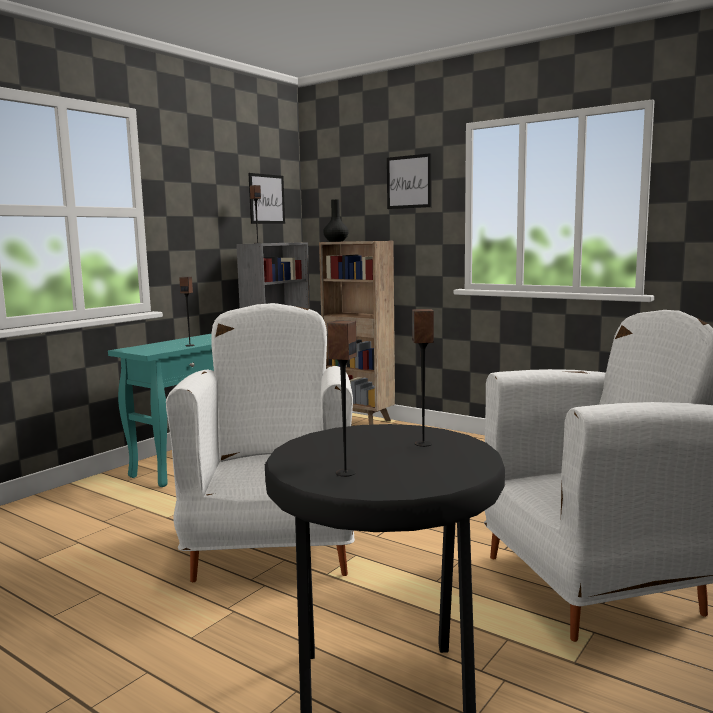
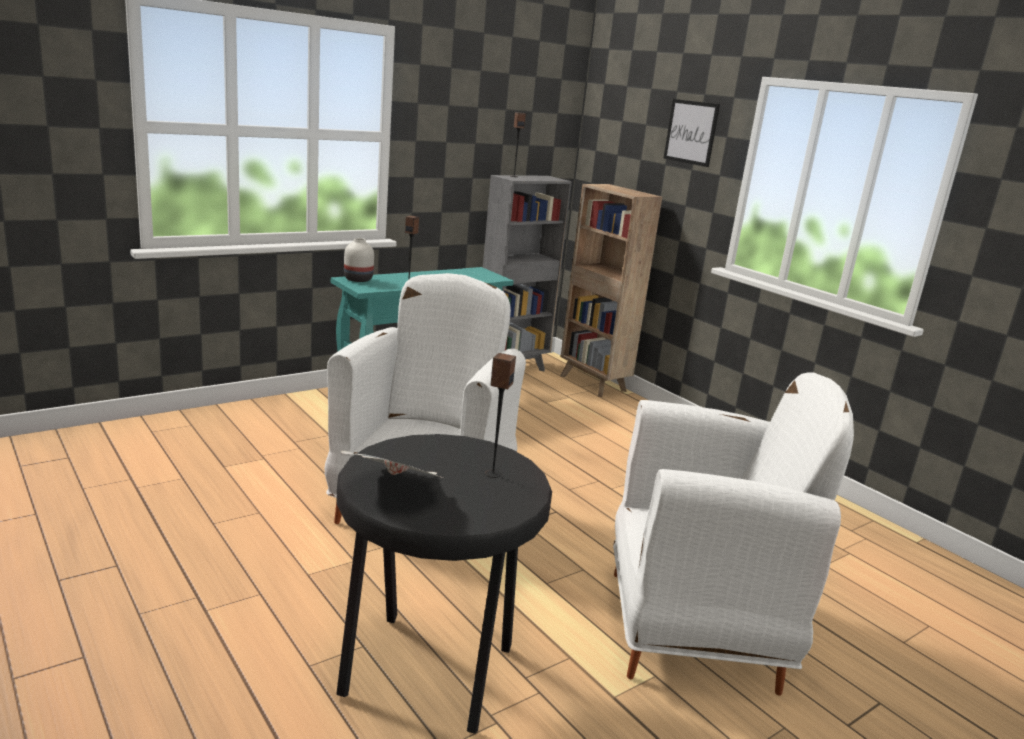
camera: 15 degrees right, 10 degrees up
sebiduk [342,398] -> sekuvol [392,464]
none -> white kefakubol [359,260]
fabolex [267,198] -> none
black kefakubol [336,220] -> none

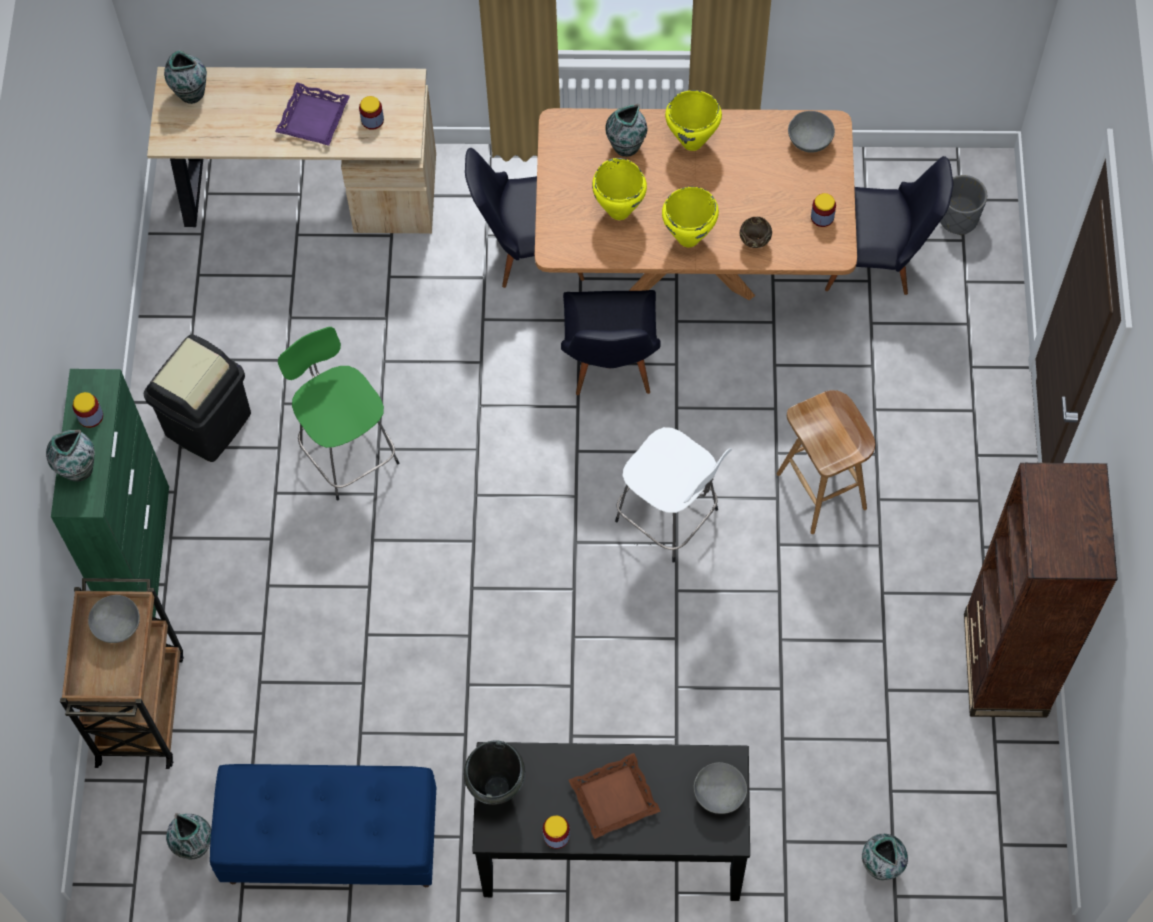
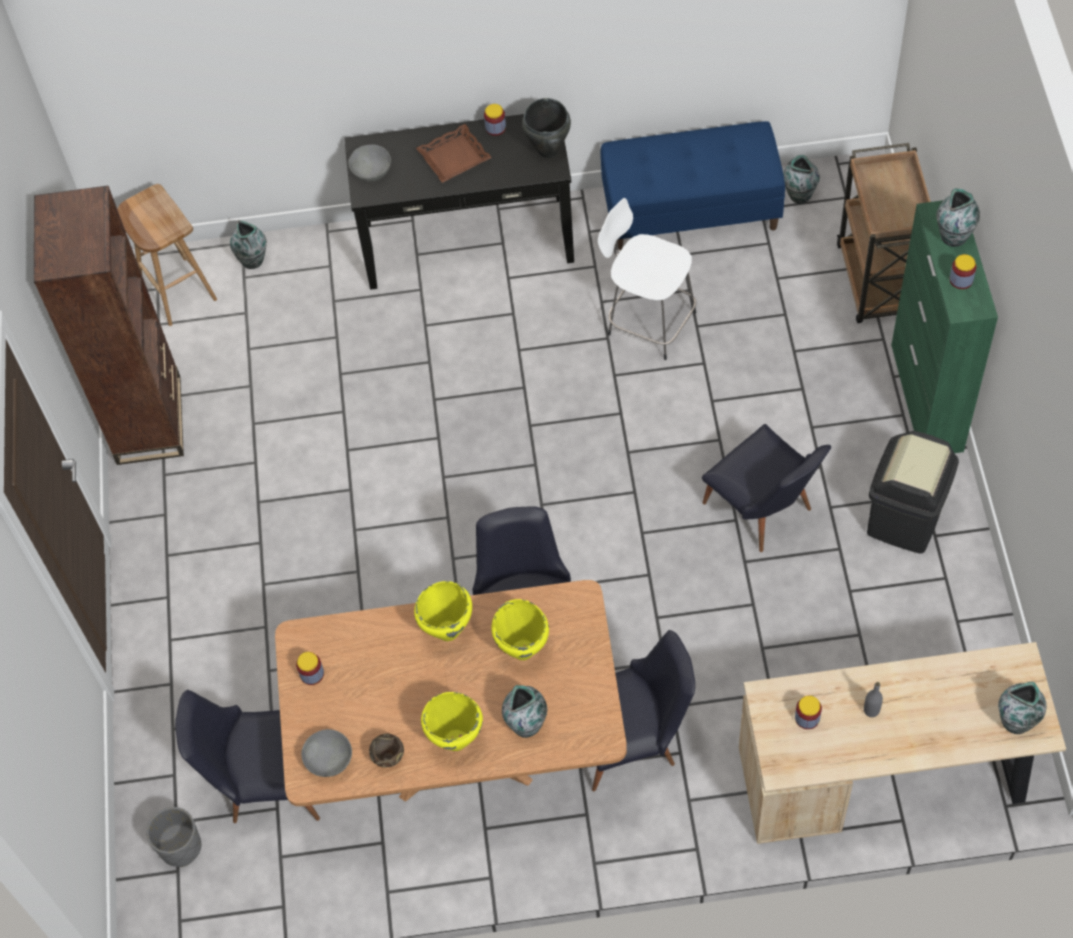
camera: 175 degrees right, 5 degrees down
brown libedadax [826,462] -> brown libedadax [167,255], shifted
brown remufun [755,232] -> brown remufun [386,751], shifted
white libedadax [673,495] -> white libedadax [647,279], shifted
green libedadax [338,414] -> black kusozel [766,488]
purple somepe [312,114] -> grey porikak [873,699]
grey remufun [114,619] -> none

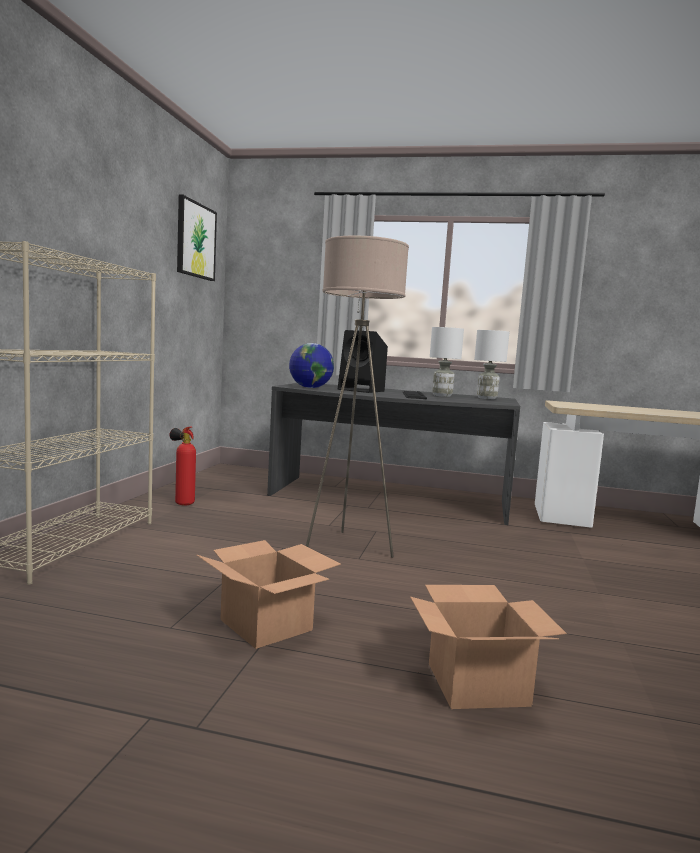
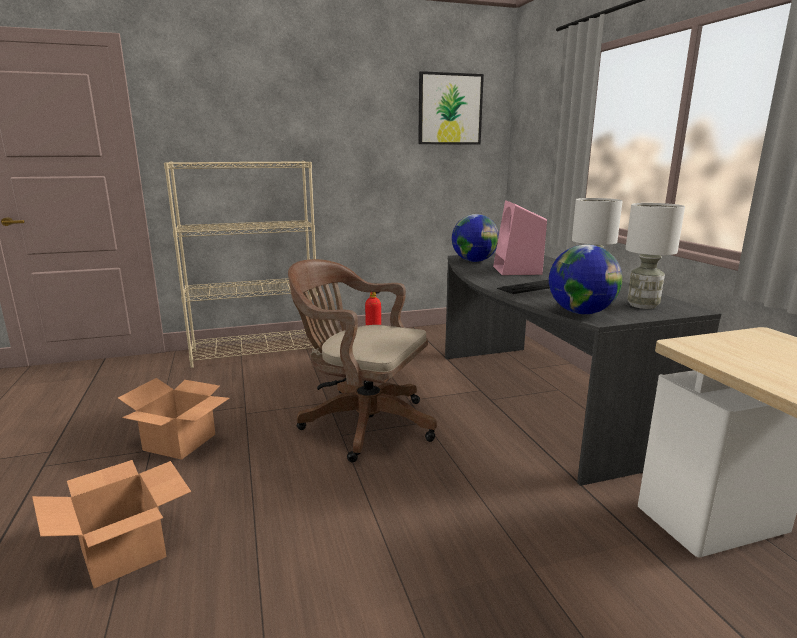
camera: 60 degrees right, 10 degrees up
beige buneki [357,397] -> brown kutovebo [362,360]
black sebiduk [363,361] -> pink sebiduk [520,237]
none -> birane [585,279]

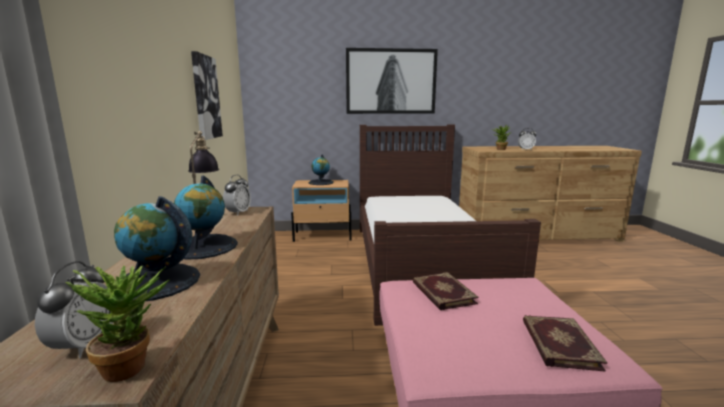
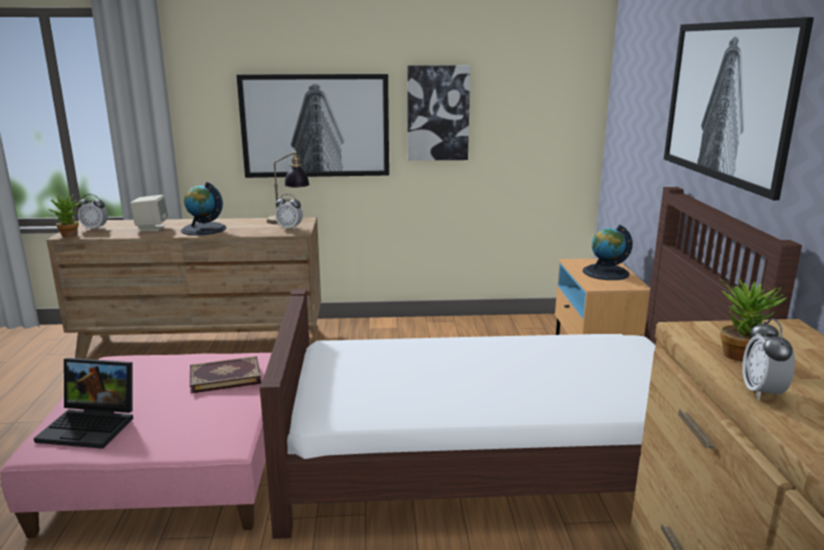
camera: 90 degrees right, 5 degrees up
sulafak [565,343] -> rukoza [83,403]
birane [157,248] -> beige sebiduk [149,213]
none -> fabolex [313,126]

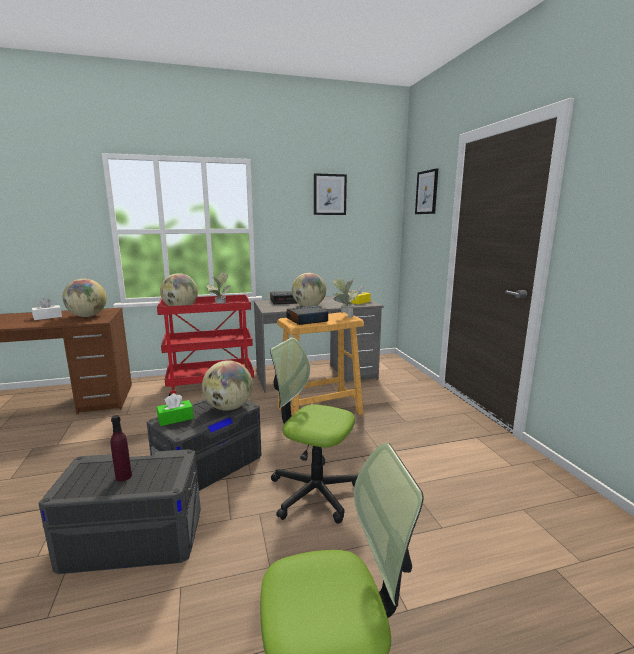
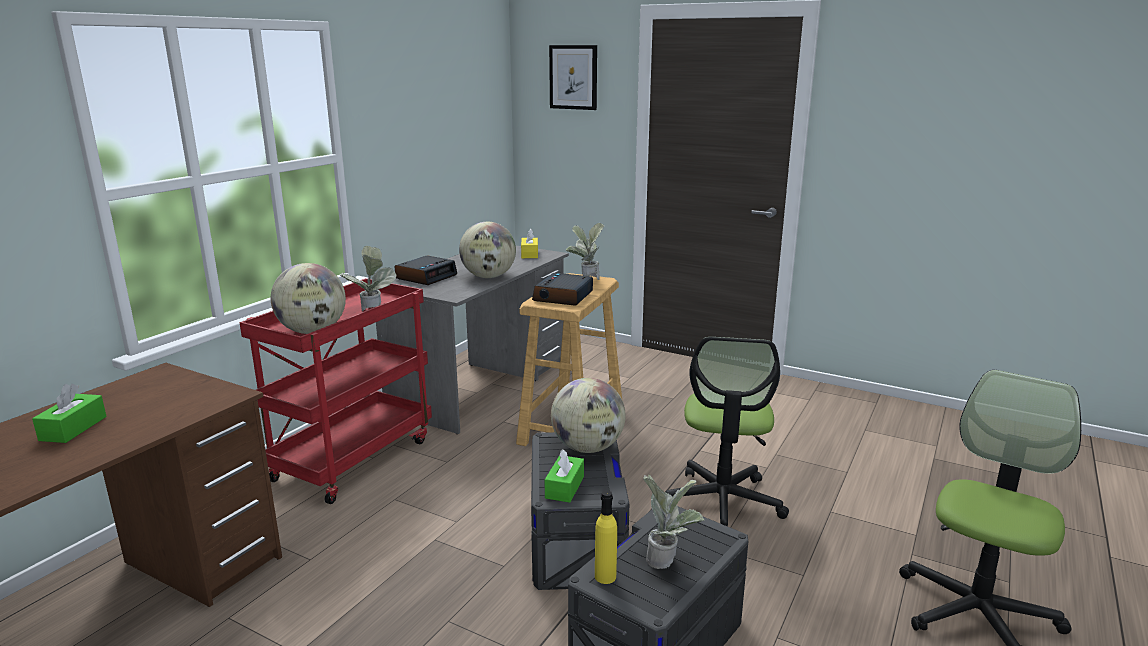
camera: 45 degrees left, 5 degrees up
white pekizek [47,309] -> green pekizek [69,413]
none -> yellow porikak [606,537]
purple porikak [121,448] -> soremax [673,522]
kutovebo [314,430] -> kutovebo [727,431], 60 degrees counterclockwise
birane [84,298] -> none
fabolex [330,194] -> none

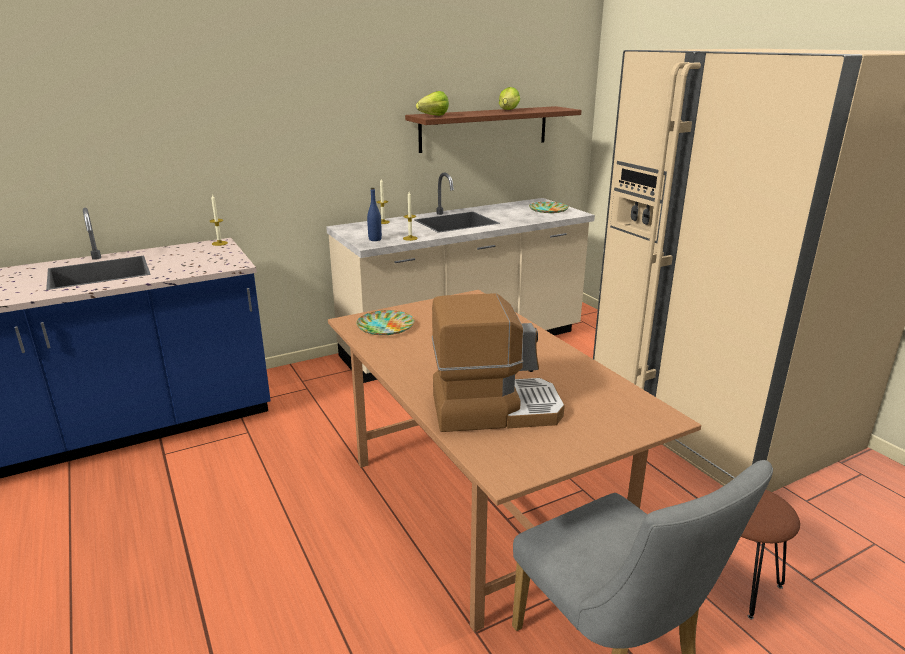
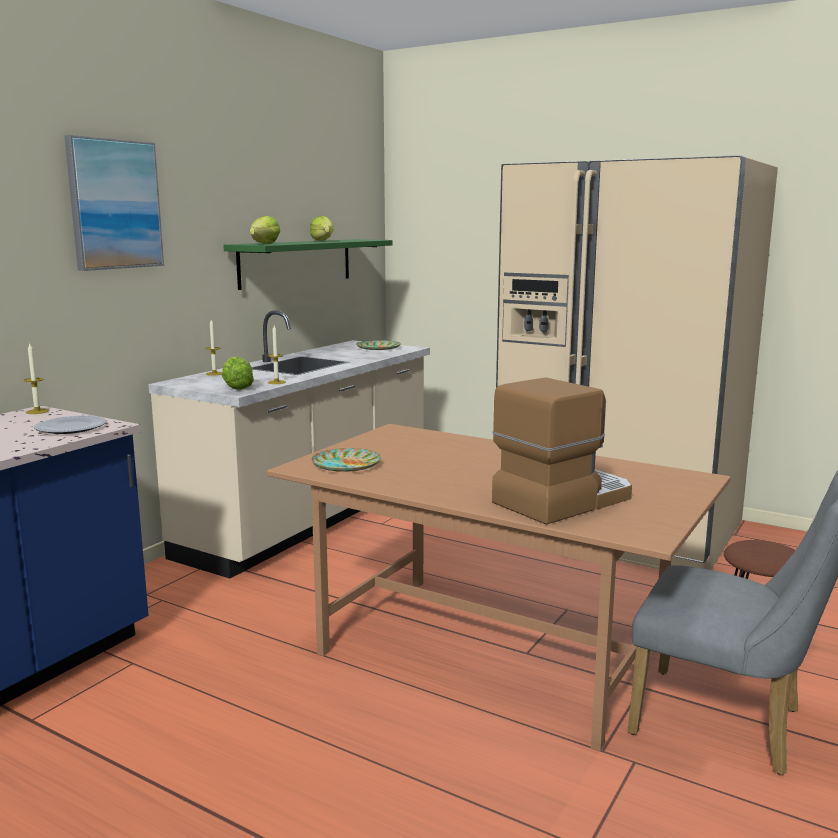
camera: 30 degrees left, 10 degrees down
none -> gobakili [70,424]
none -> fabolex [114,203]
blue porikak [374,214] -> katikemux [238,373]
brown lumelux [493,129] -> green lumelux [308,264]

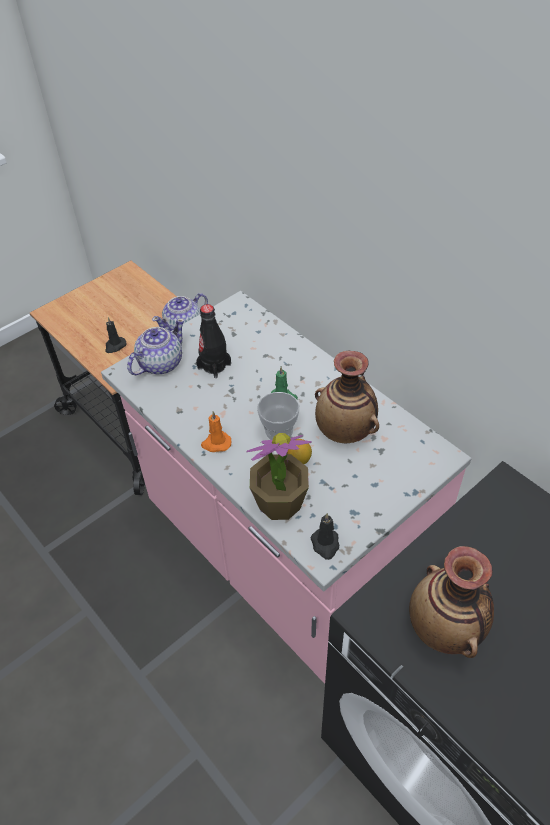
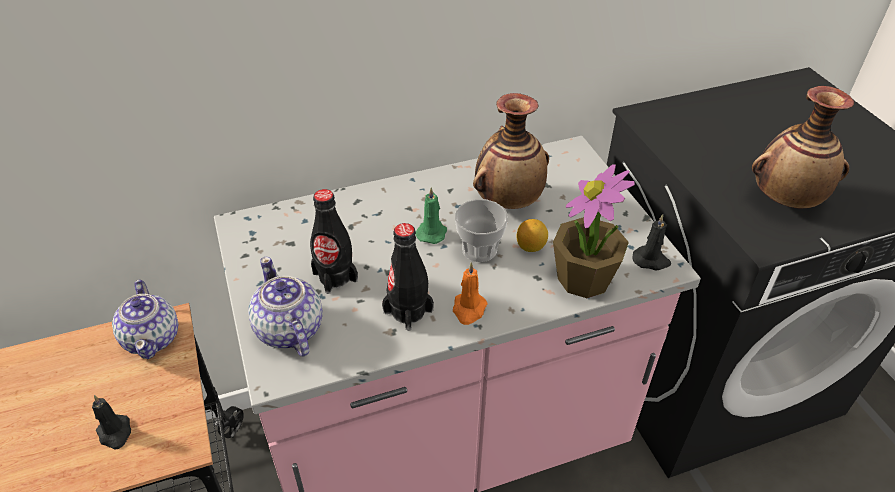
camera: 70 degrees left, 5 degrees down
none -> black porikak [408,277]

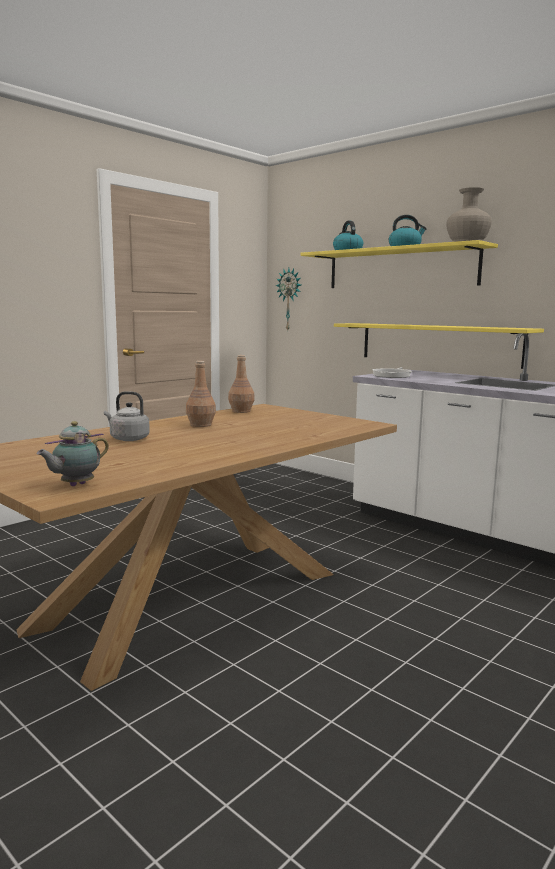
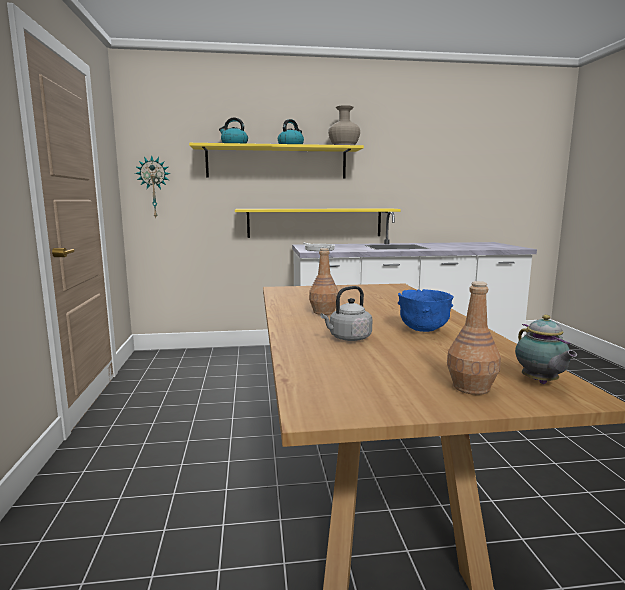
camera: 50 degrees left, 0 degrees up
none -> blue remufun [426,310]
brown porikak [241,384] -> brown porikak [474,338], shifted

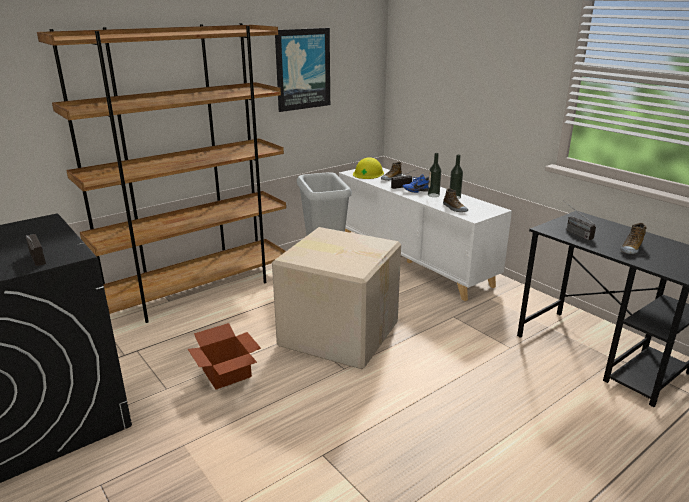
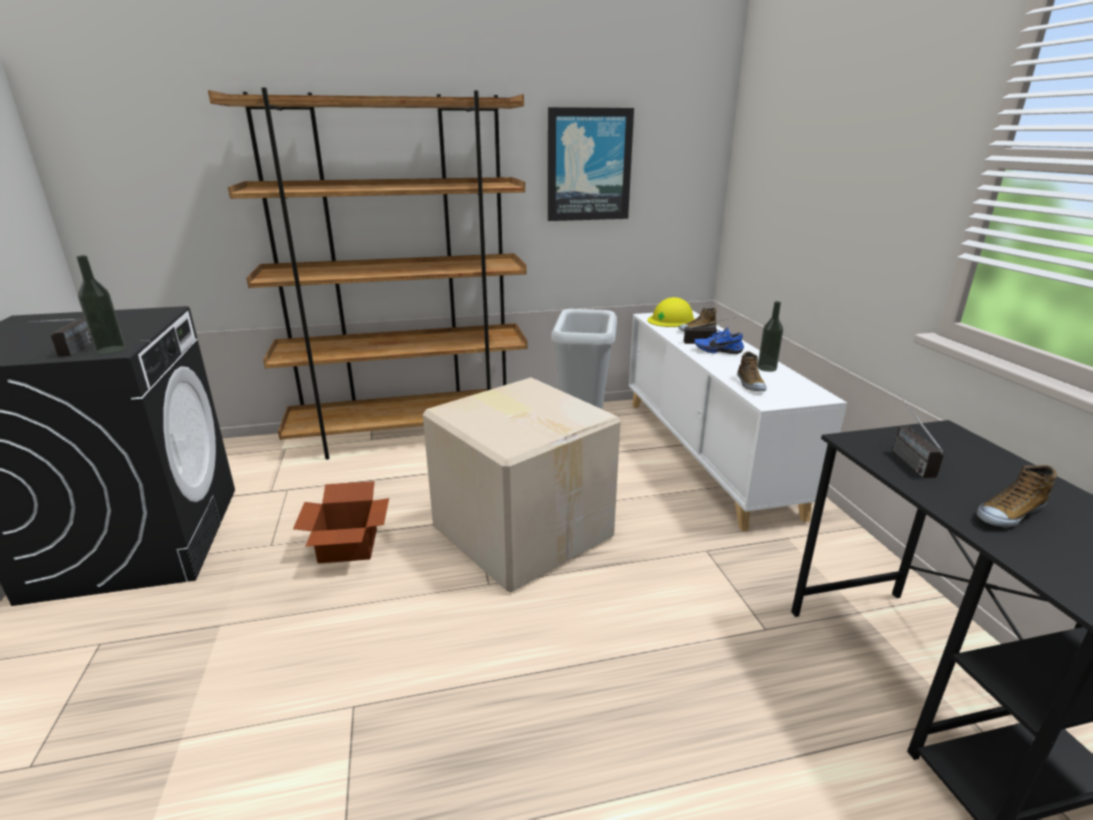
camera: 25 degrees right, 0 degrees up
porikak [434,175] -> porikak [101,304], shifted

